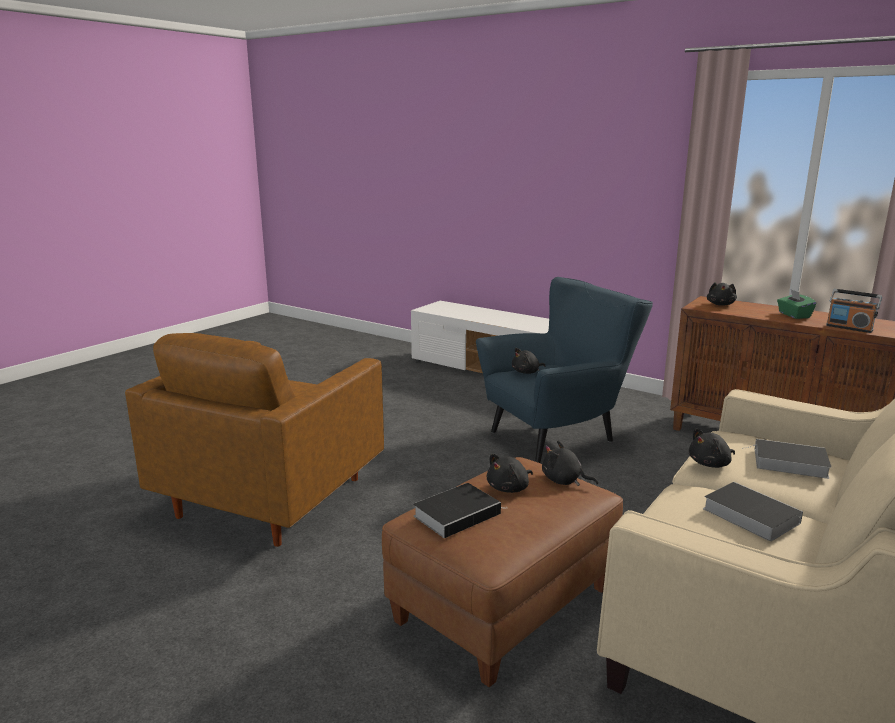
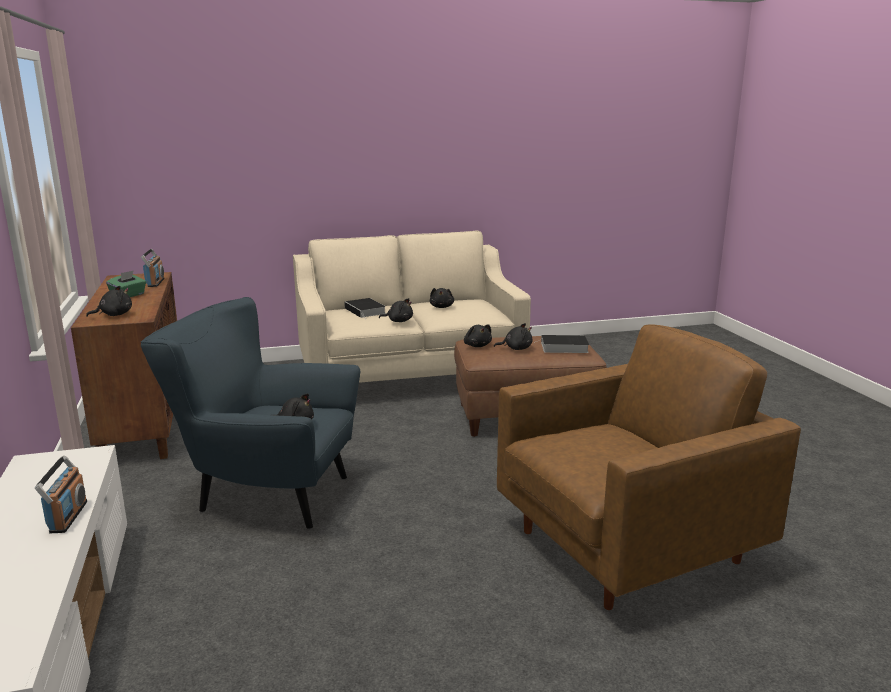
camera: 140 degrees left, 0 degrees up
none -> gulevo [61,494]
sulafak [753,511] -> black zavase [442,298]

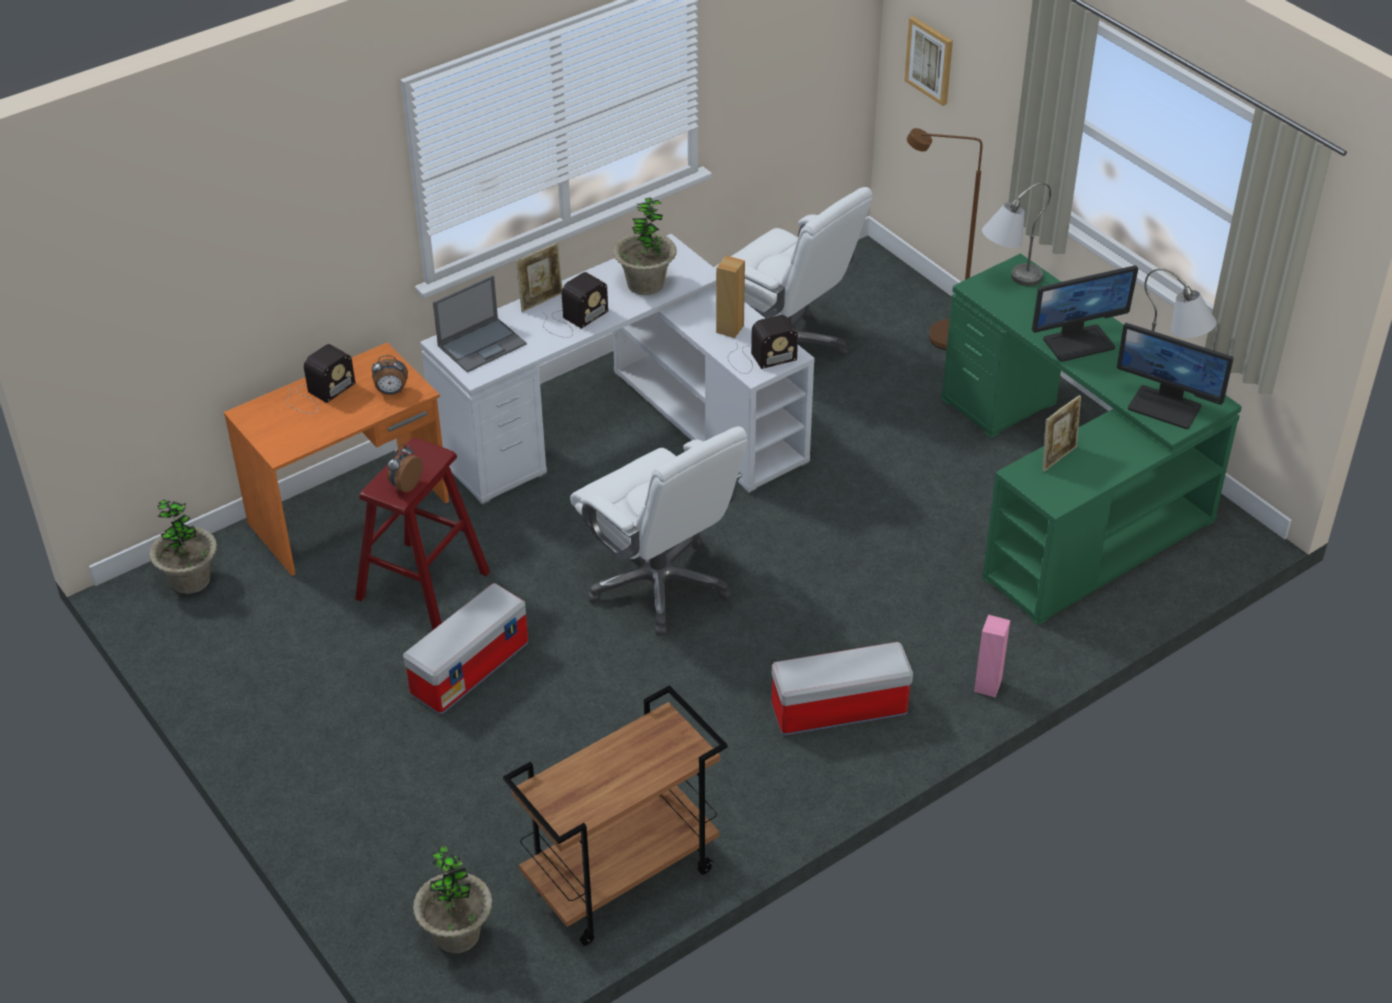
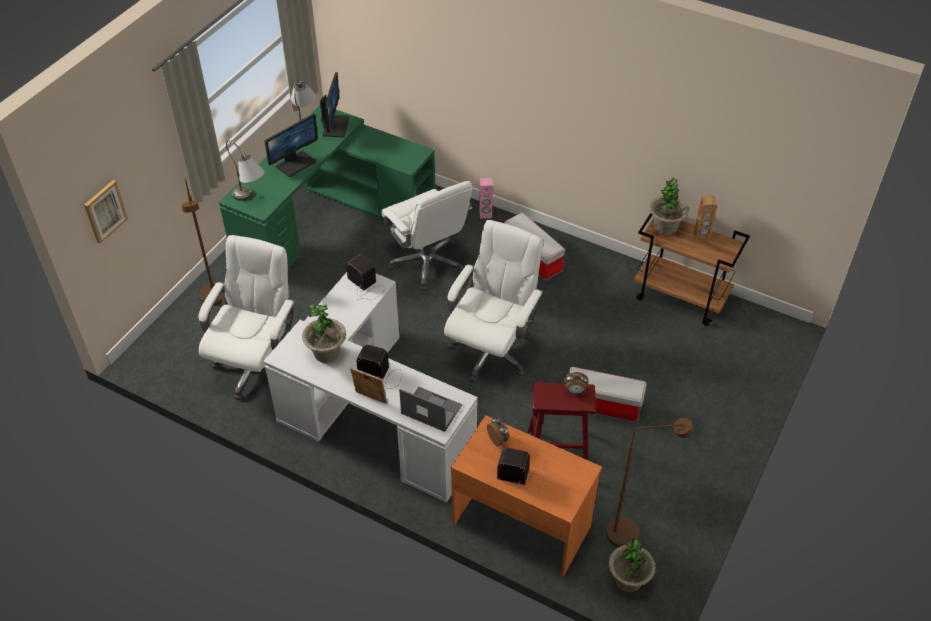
camera: 115 degrees left, 5 degrees up
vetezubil [1085,313] -> vetezubil [291,145], 90 degrees clockwise
none -> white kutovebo [427,236]
none -> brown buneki [650,482]
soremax [453,899] -> soremax [669,206], shifted
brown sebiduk [730,296] -> brown sebiduk [706,218], shifted
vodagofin [1061,433] -> none

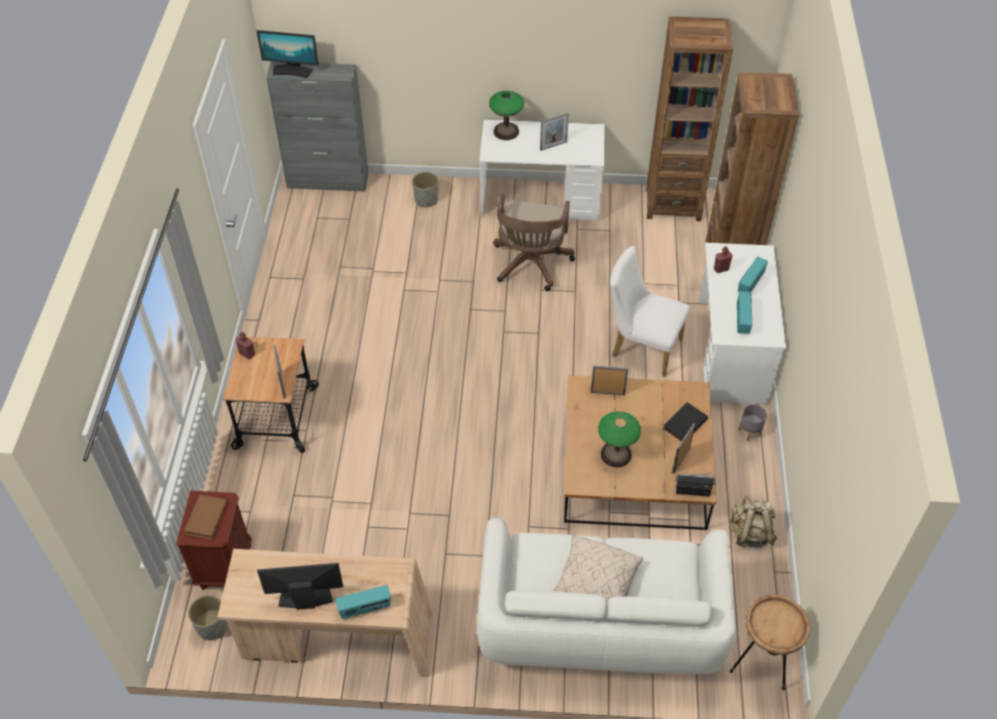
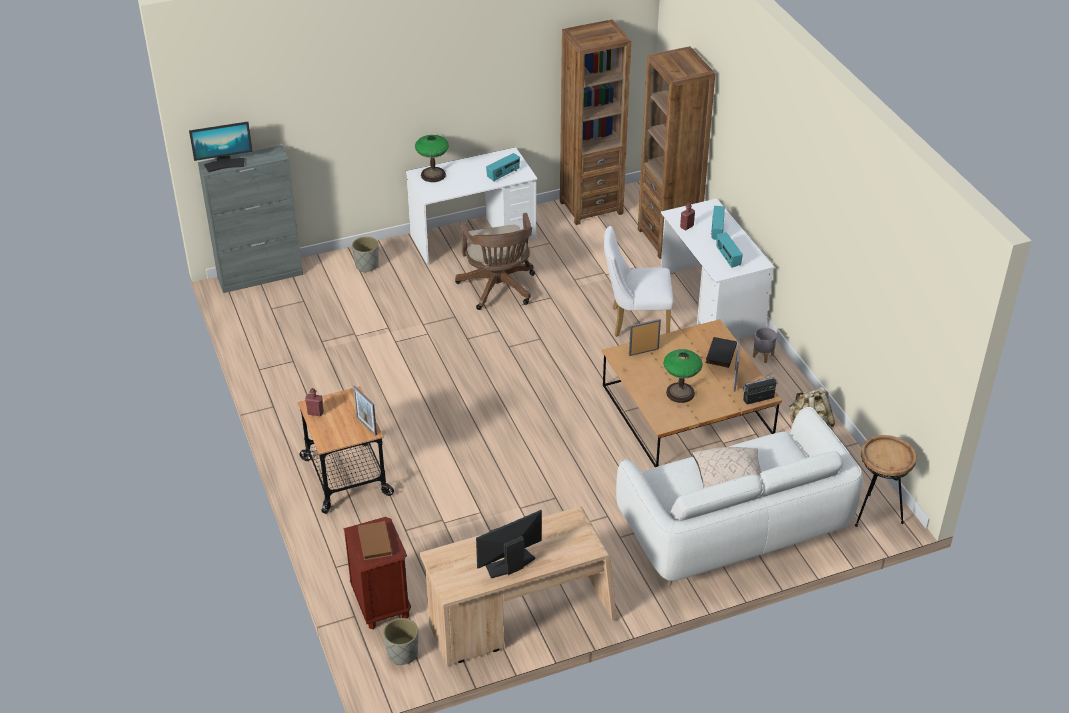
camera: 25 degrees left, 10 degrees down
gulevo [363,602] -> gulevo [503,167], shifted
vodagofin [554,132] -> none

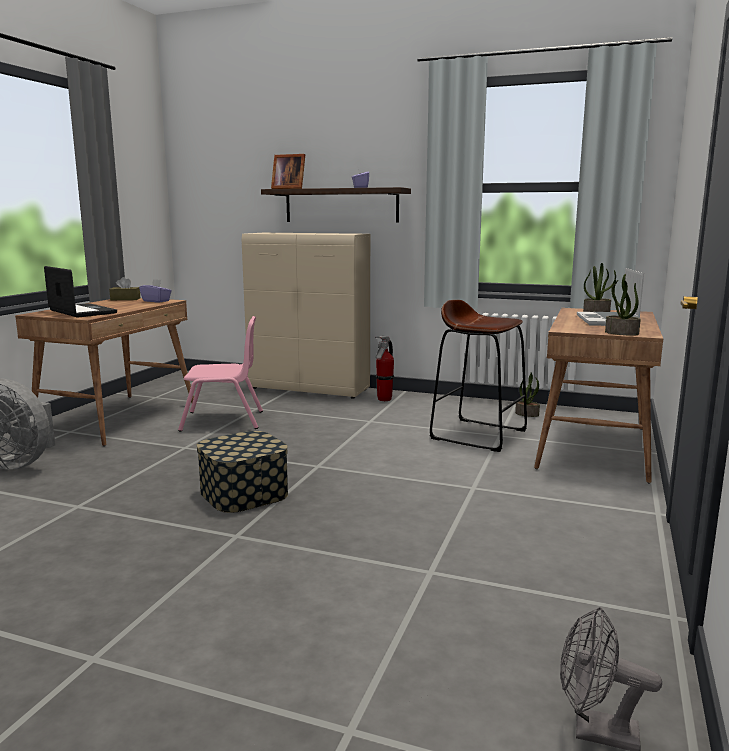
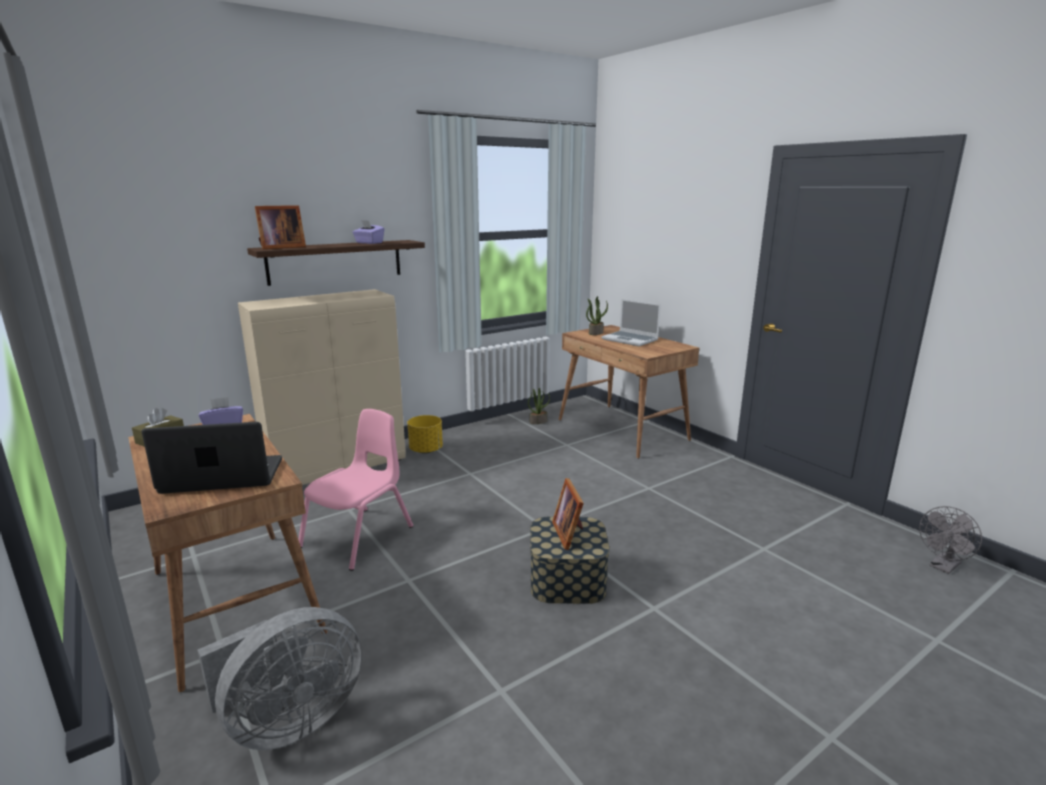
camera: 55 degrees left, 5 degrees up
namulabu [384,368] -> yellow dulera [425,434]
none -> vodagofin [568,514]
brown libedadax [478,376] -> none
soremax [623,305] -> none

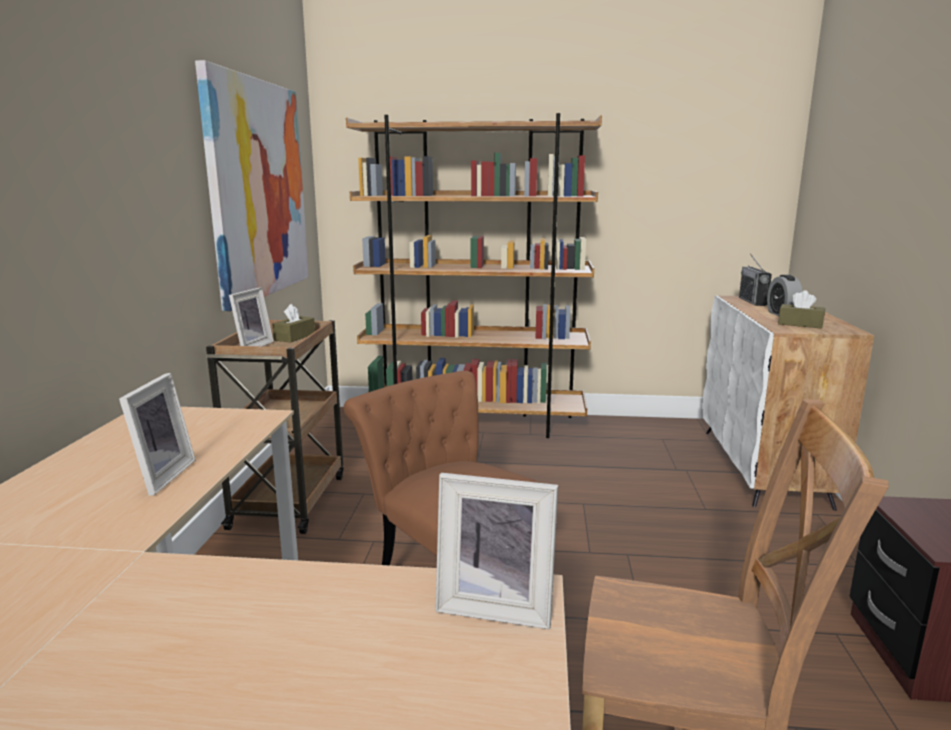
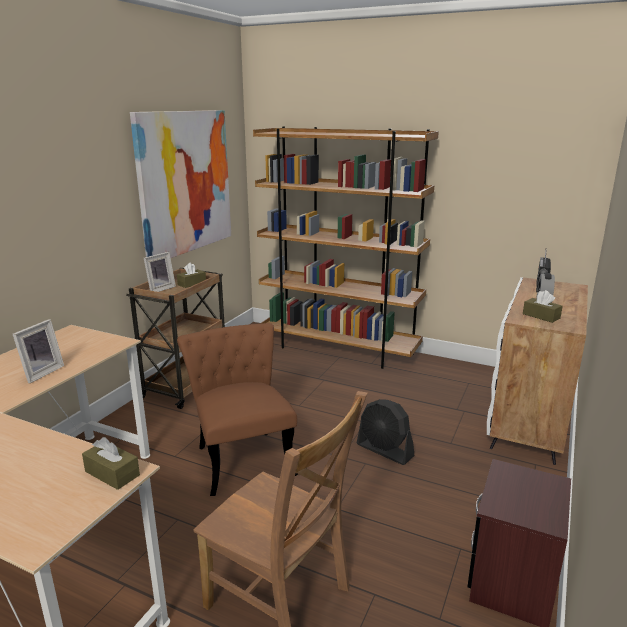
camera: 20 degrees right, 5 degrees up
vodagofin [496,551] -> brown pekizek [111,463]
none -> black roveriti [385,432]

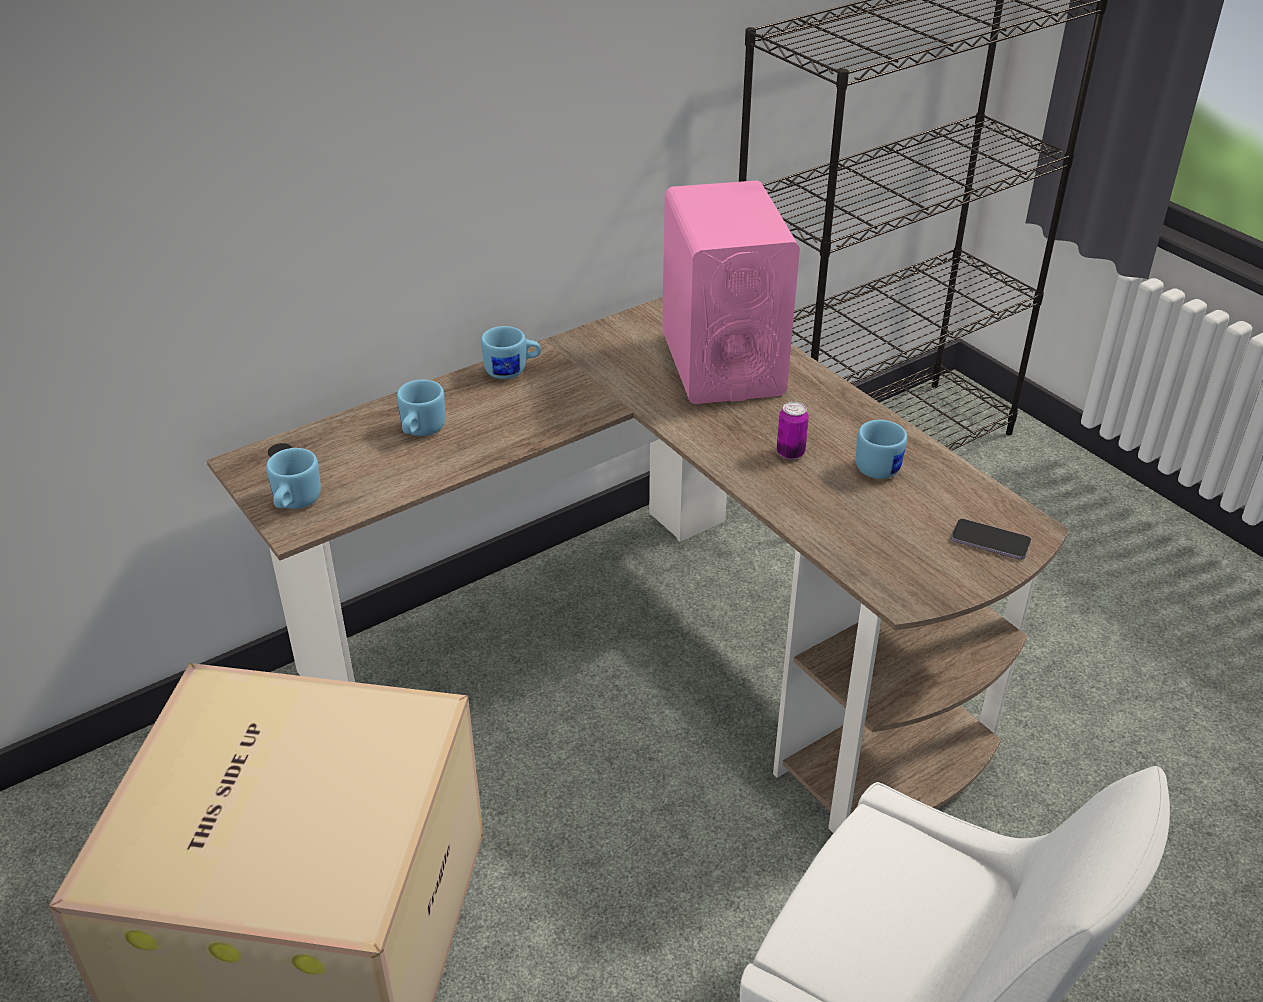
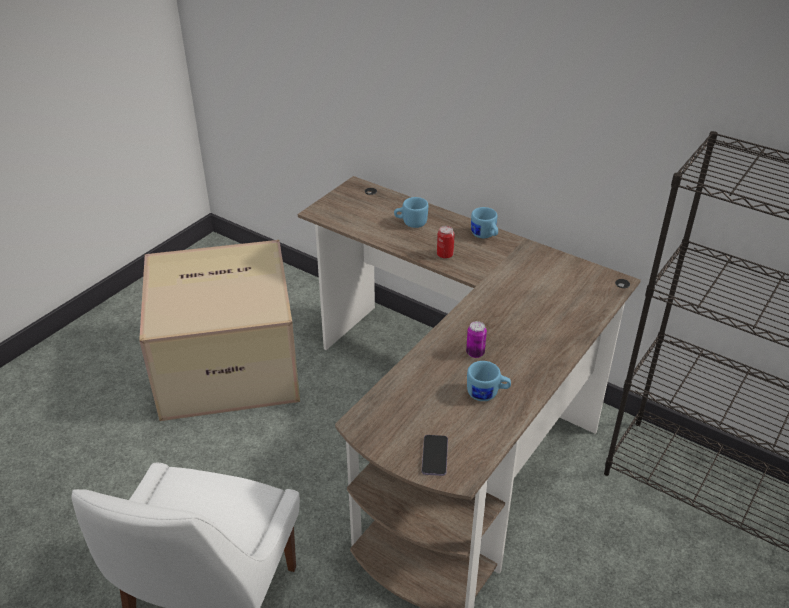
camera: 70 degrees right, 0 degrees up
none -> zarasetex [445,242]
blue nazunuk [293,478] -> none
pink sebiduk [731,292] -> none

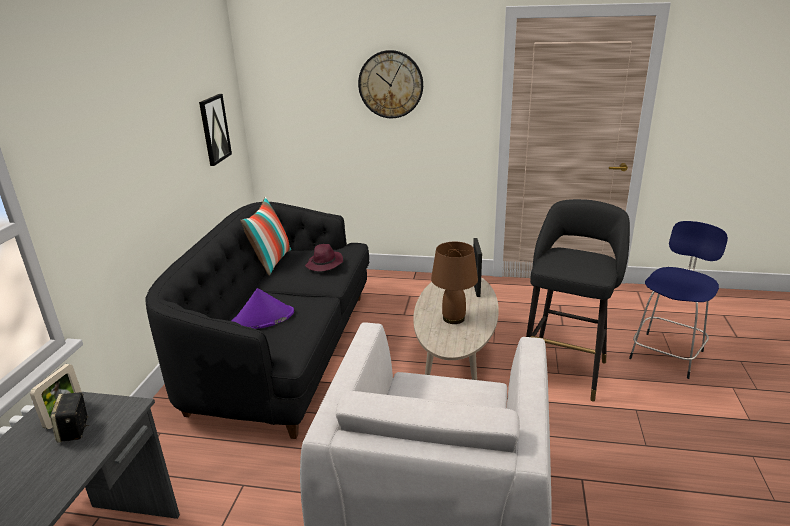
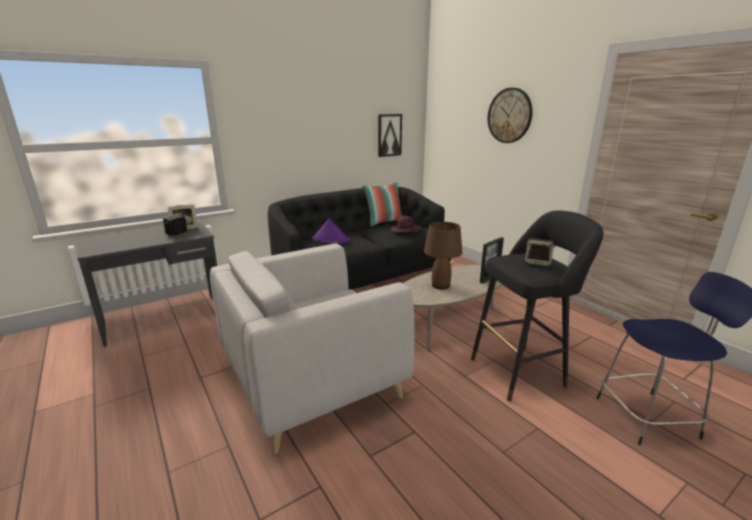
camera: 45 degrees right, 5 degrees down
none -> sebiduk [540,252]

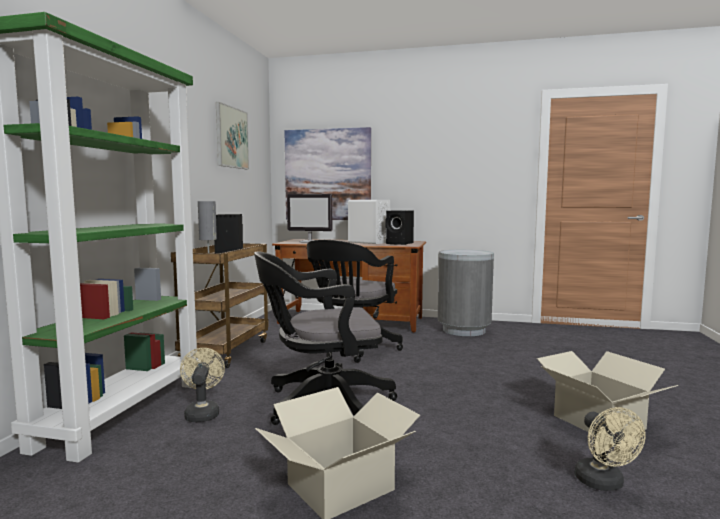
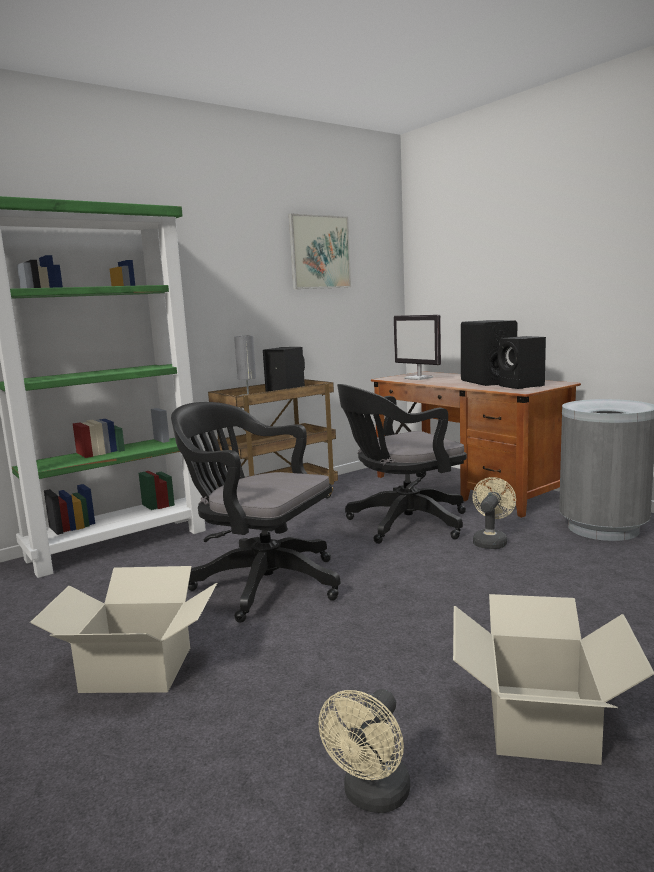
camera: 40 degrees right, 5 degrees up
white sebiduk [369,222] -> black sebiduk [489,353]
beige roveriti [202,385] -> beige roveriti [494,513], shifted
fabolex [327,173] -> none

